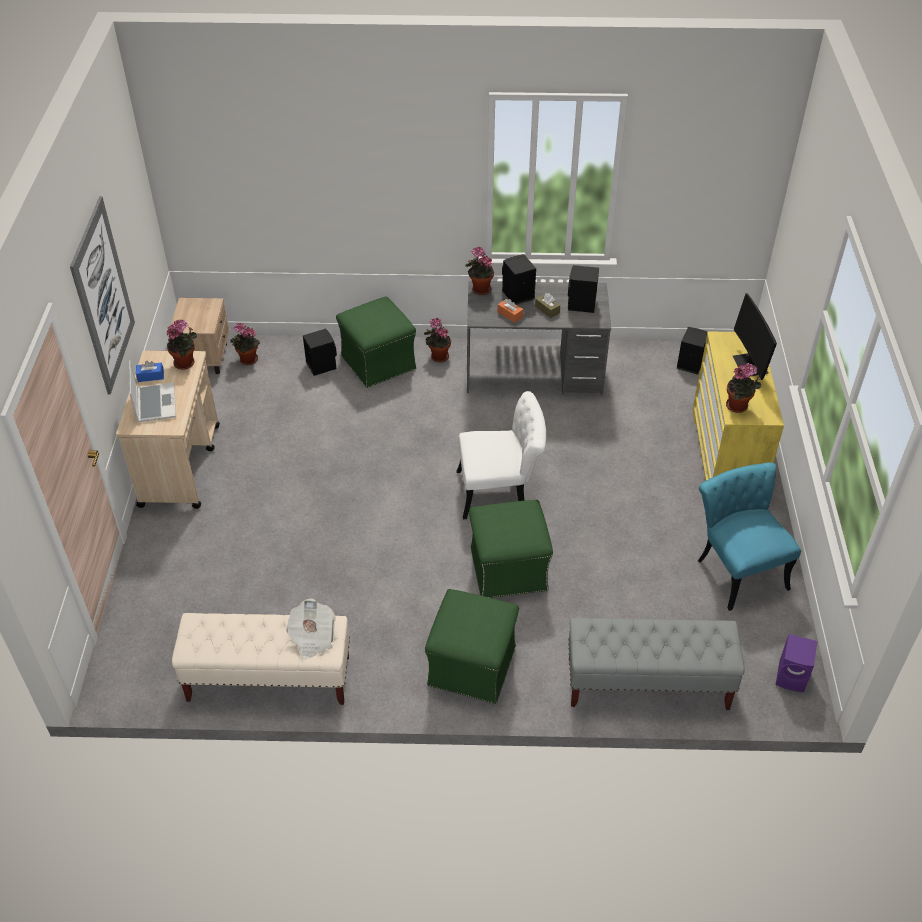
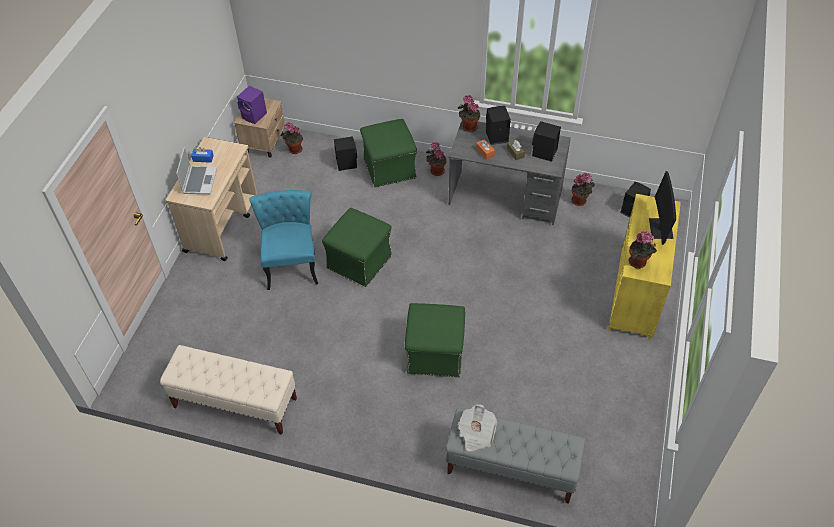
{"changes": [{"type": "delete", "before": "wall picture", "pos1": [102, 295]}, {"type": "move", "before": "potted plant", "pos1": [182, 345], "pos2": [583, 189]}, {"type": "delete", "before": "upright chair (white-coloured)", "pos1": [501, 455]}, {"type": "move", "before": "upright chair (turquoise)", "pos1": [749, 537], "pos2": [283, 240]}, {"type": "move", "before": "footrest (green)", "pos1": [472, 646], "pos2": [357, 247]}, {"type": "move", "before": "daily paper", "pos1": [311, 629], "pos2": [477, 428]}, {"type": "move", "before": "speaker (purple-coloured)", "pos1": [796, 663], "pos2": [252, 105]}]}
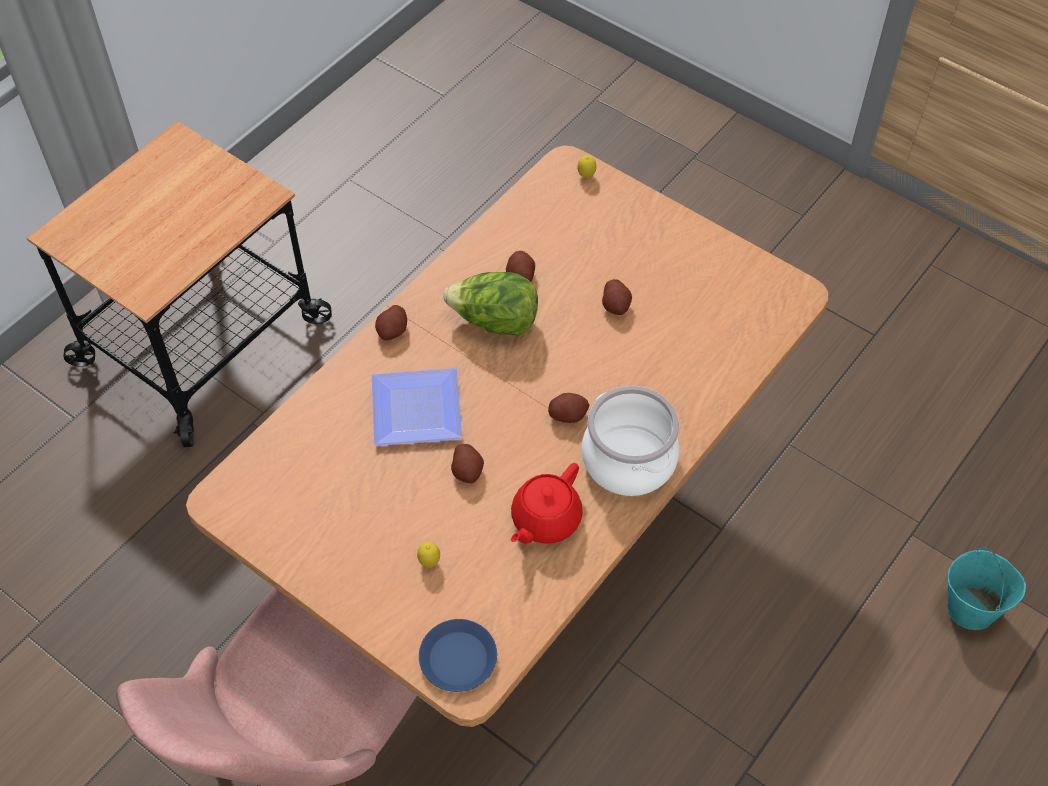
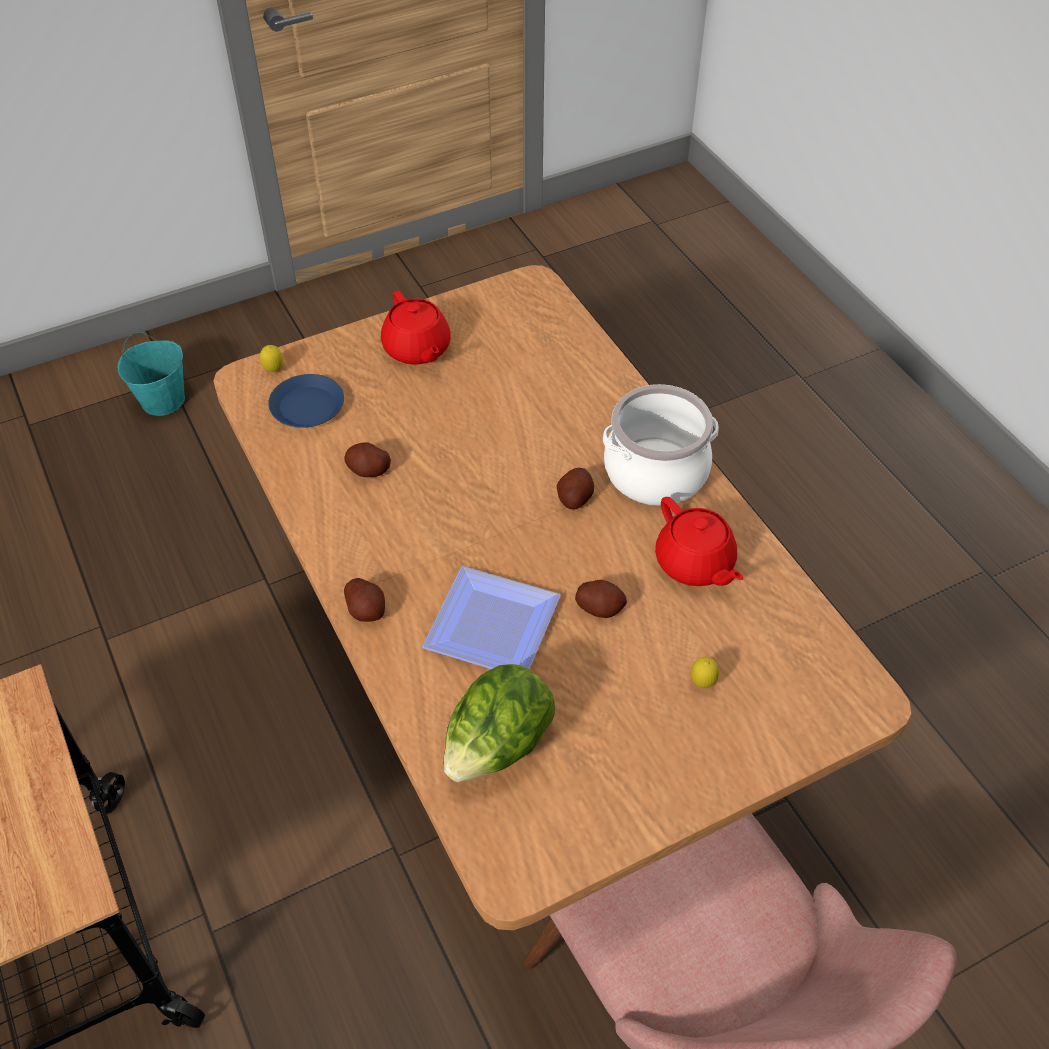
{"changes": [{"type": "move", "before": "lettuce head", "pos1": [490, 303], "pos2": [499, 723]}, {"type": "delete", "before": "spud", "pos1": [617, 297]}, {"type": "move", "before": "water bucket (turquoise)", "pos1": [986, 589], "pos2": [151, 374]}, {"type": "move", "before": "dinner plate (blue-coloured)", "pos1": [458, 655], "pos2": [306, 401]}, {"type": "insert", "after": "teapot (red)", "pos2": [416, 328]}]}
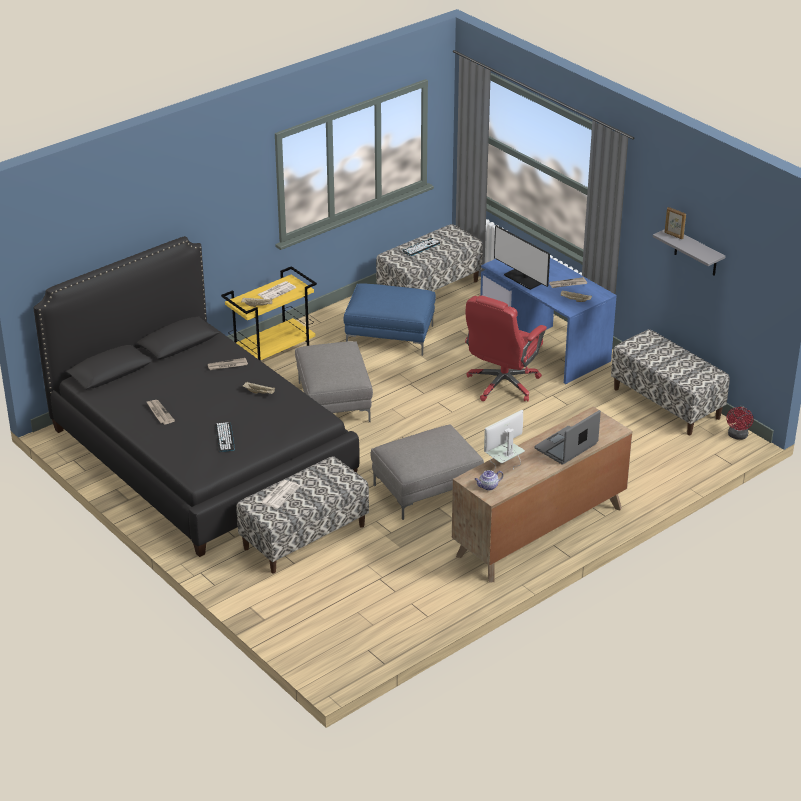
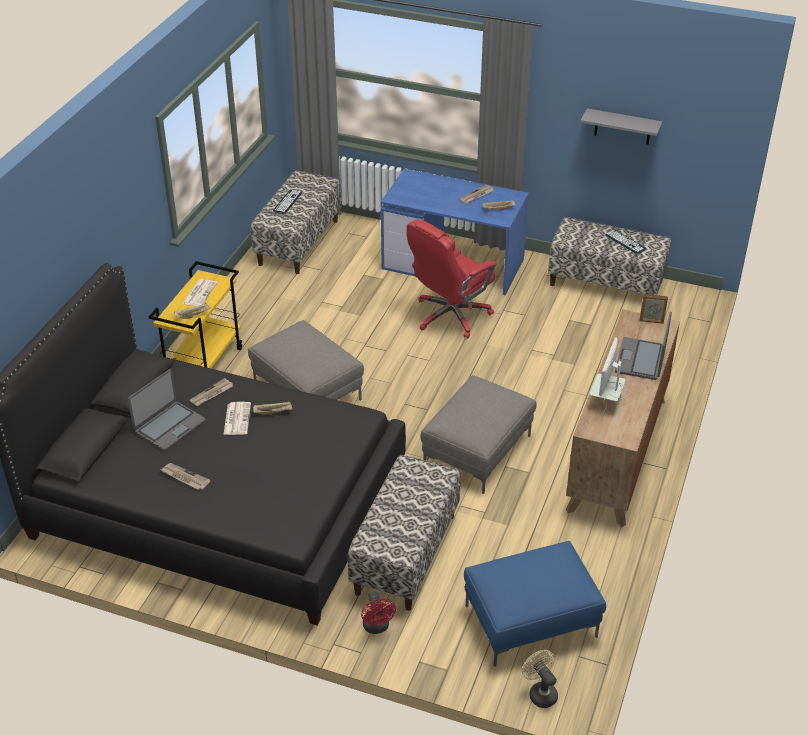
{"changes": [{"type": "move", "before": "photo frame", "pos1": [675, 223], "pos2": [654, 309]}, {"type": "delete", "before": "computer display", "pos1": [522, 257]}, {"type": "move", "before": "footrest (blue-coloured)", "pos1": [389, 319], "pos2": [535, 604]}, {"type": "rotate", "before": "desk chair (red)", "pos1": [506, 348], "pos2": [451, 279], "turn": 45}, {"type": "move", "before": "cooling fan (red)", "pos1": [740, 423], "pos2": [378, 612]}, {"type": "move", "before": "keyboard", "pos1": [225, 437], "pos2": [626, 241]}, {"type": "delete", "before": "teapot", "pos1": [488, 480]}, {"type": "move", "before": "daily paper", "pos1": [280, 494], "pos2": [237, 418]}, {"type": "insert", "after": "portable computer", "pos2": [167, 410]}, {"type": "insert", "after": "cooling fan (beige)", "pos2": [540, 679]}]}
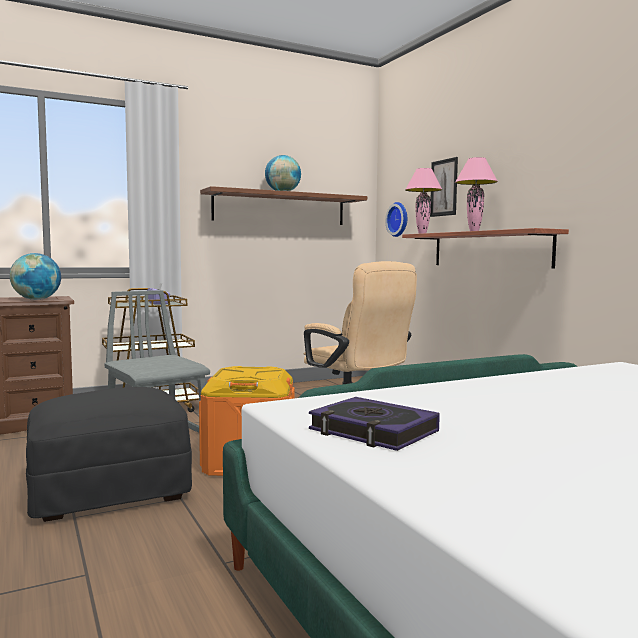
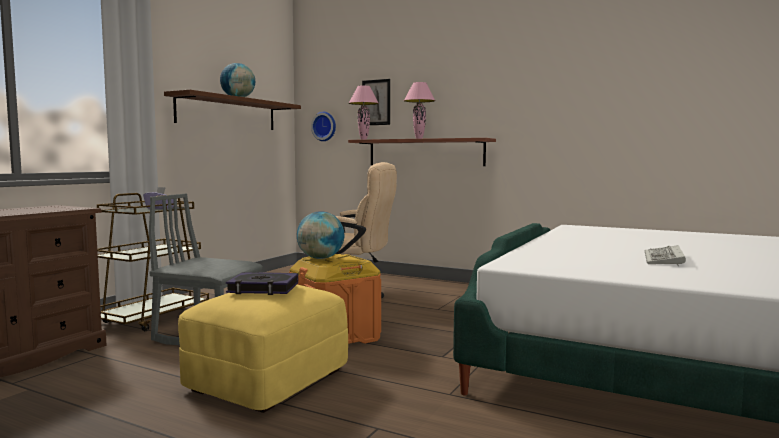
{"changes": [{"type": "move", "before": "globe", "pos1": [35, 276], "pos2": [320, 235]}, {"type": "recolor", "before": "footrest (black)", "after": "footrest (yellow)", "pos1": [109, 454], "pos2": [263, 349]}, {"type": "move", "before": "bound book", "pos1": [374, 424], "pos2": [262, 283]}, {"type": "insert", "after": "keyboard", "pos2": [665, 255]}]}
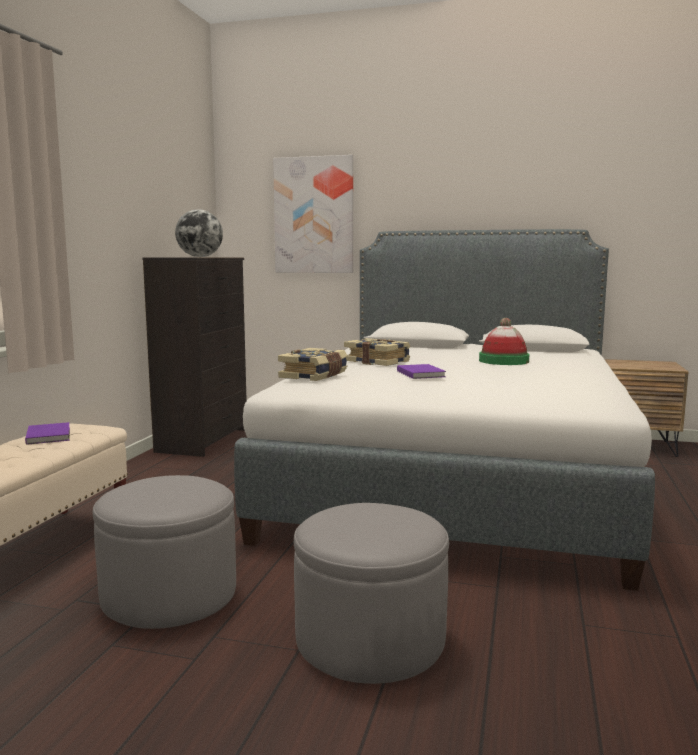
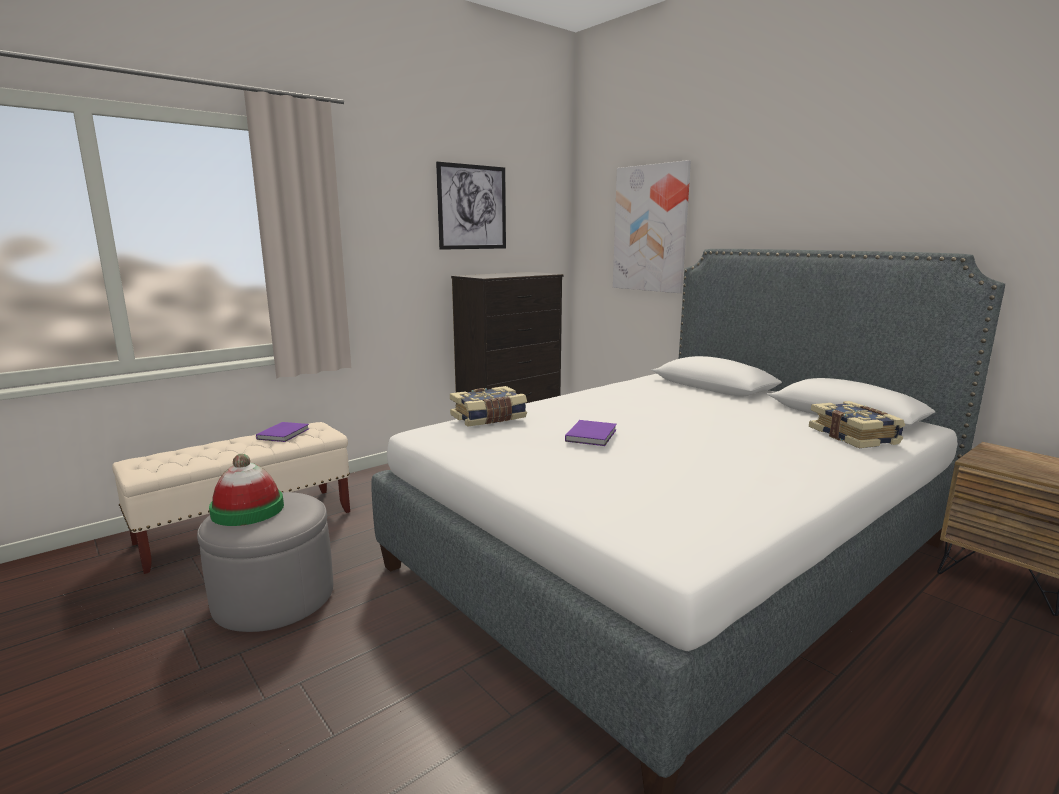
{"changes": [{"type": "delete", "before": "globe", "pos1": [199, 233]}, {"type": "move", "before": "hat", "pos1": [504, 341], "pos2": [246, 490]}, {"type": "move", "before": "bound book", "pos1": [377, 352], "pos2": [857, 424]}, {"type": "delete", "before": "footrest (gray)", "pos1": [371, 593]}, {"type": "insert", "after": "wall picture", "pos2": [471, 205]}]}
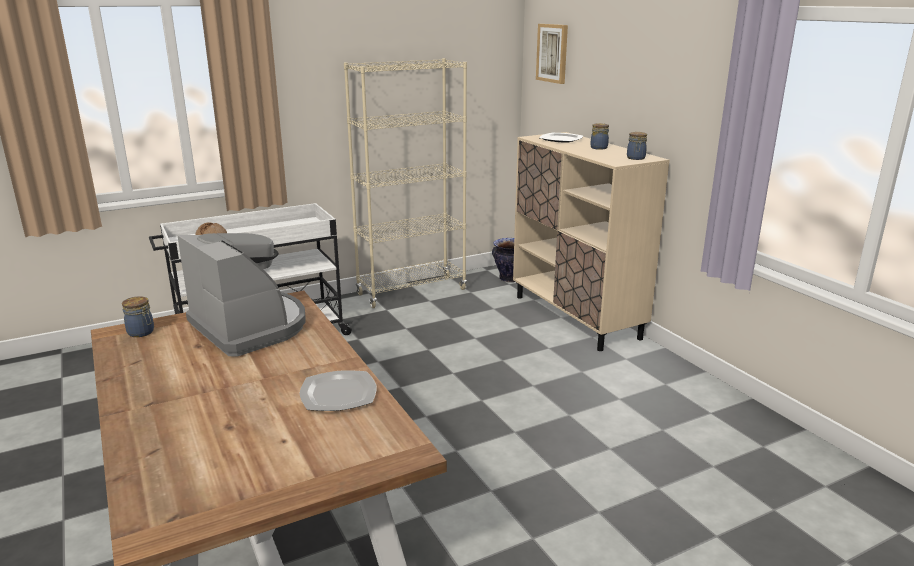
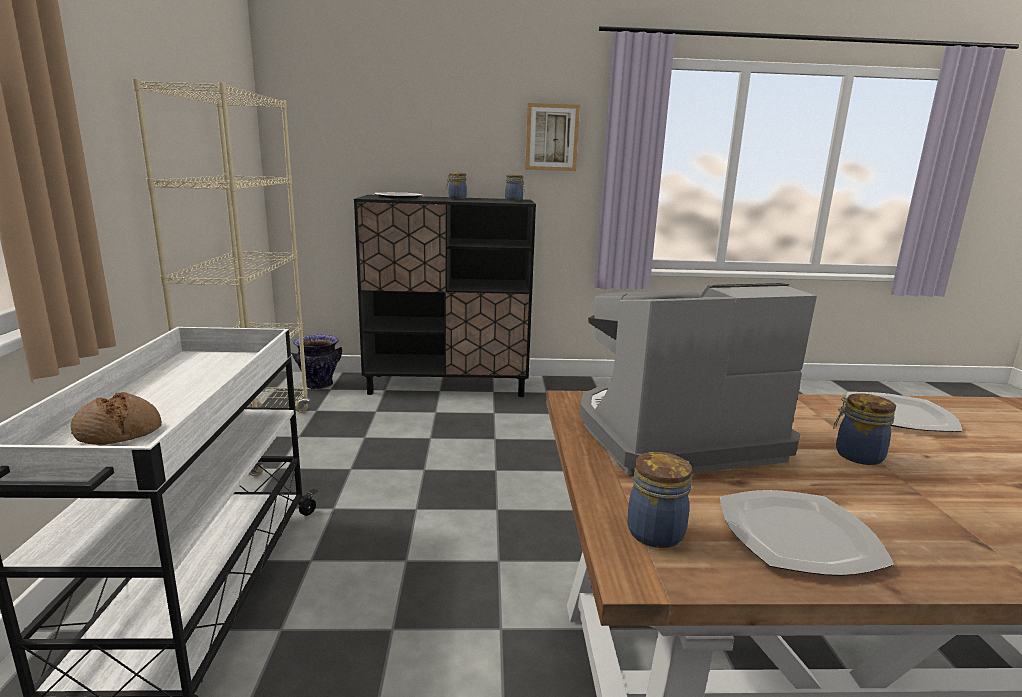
{"changes": [{"type": "move", "before": "wall picture", "pos1": [552, 54], "pos2": [552, 137]}, {"type": "recolor", "before": "storage cabinet (beige)", "after": "storage cabinet (black)", "pos1": [591, 241], "pos2": [445, 296]}, {"type": "insert", "after": "jar", "pos2": [864, 429]}, {"type": "insert", "after": "dinner plate", "pos2": [807, 533]}]}
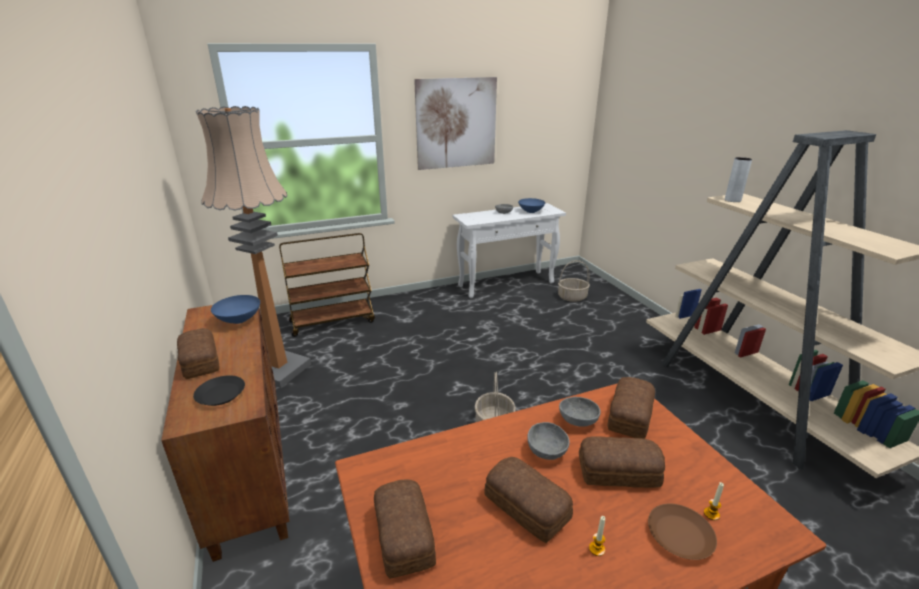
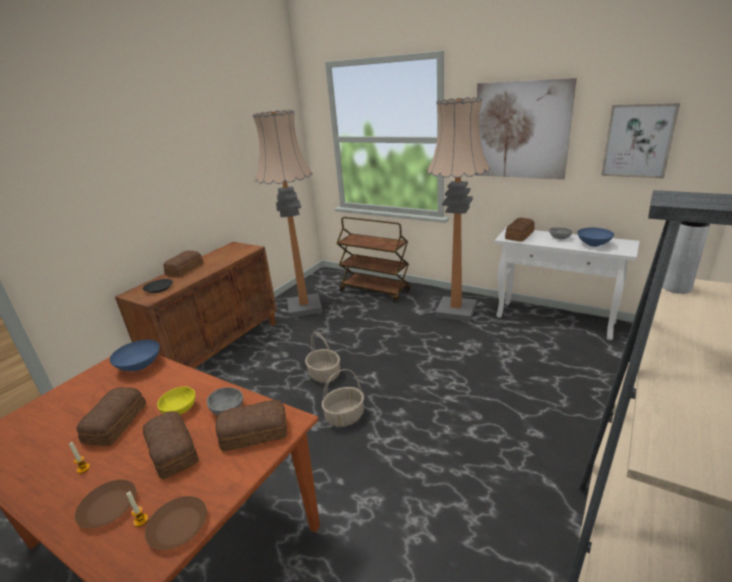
{"changes": [{"type": "move", "before": "basket", "pos1": [574, 281], "pos2": [322, 357]}, {"type": "move", "before": "deep dish (blue-coloured)", "pos1": [235, 309], "pos2": [135, 355]}, {"type": "recolor", "before": "deep dish (gray)", "after": "deep dish (yellow)", "pos1": [548, 441], "pos2": [176, 400]}, {"type": "move", "before": "baked bread", "pos1": [405, 529], "pos2": [520, 230]}, {"type": "insert", "after": "standing lamp", "pos2": [458, 209]}, {"type": "insert", "after": "wall picture", "pos2": [640, 141]}, {"type": "insert", "after": "dinner plate (brownish)", "pos2": [176, 523]}]}
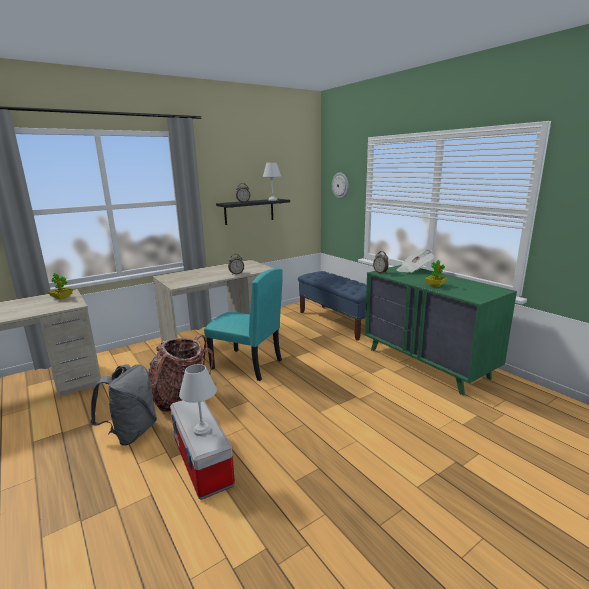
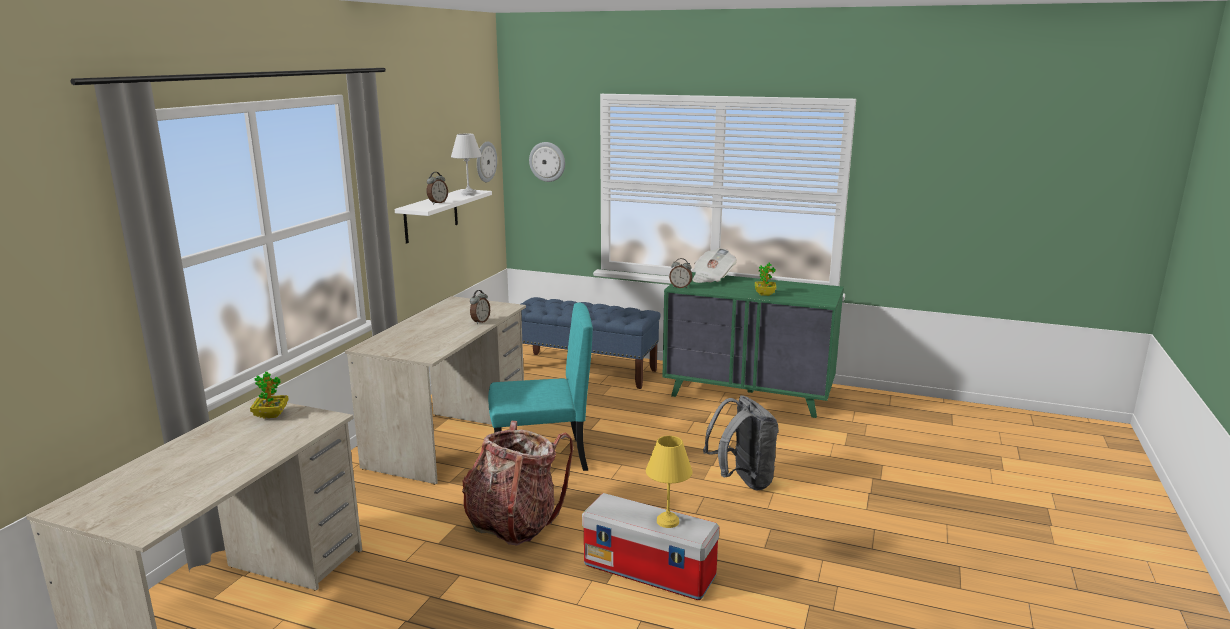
{"changes": [{"type": "recolor", "before": "shelf (black)", "after": "shelf (white-coloured)", "pos1": [253, 212], "pos2": [443, 216]}, {"type": "move", "before": "rucksack (gray)", "pos1": [123, 405], "pos2": [741, 443]}, {"type": "recolor", "before": "table lamp (white-coloured)", "after": "table lamp (yellow)", "pos1": [198, 400], "pos2": [669, 482]}, {"type": "insert", "after": "clock on the wall", "pos2": [487, 161]}]}
